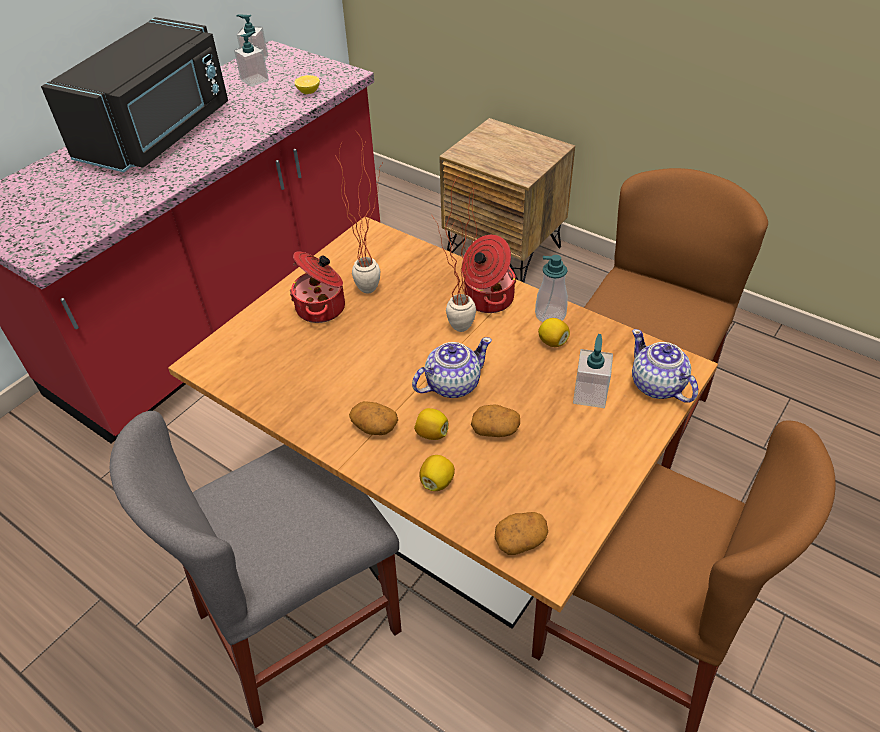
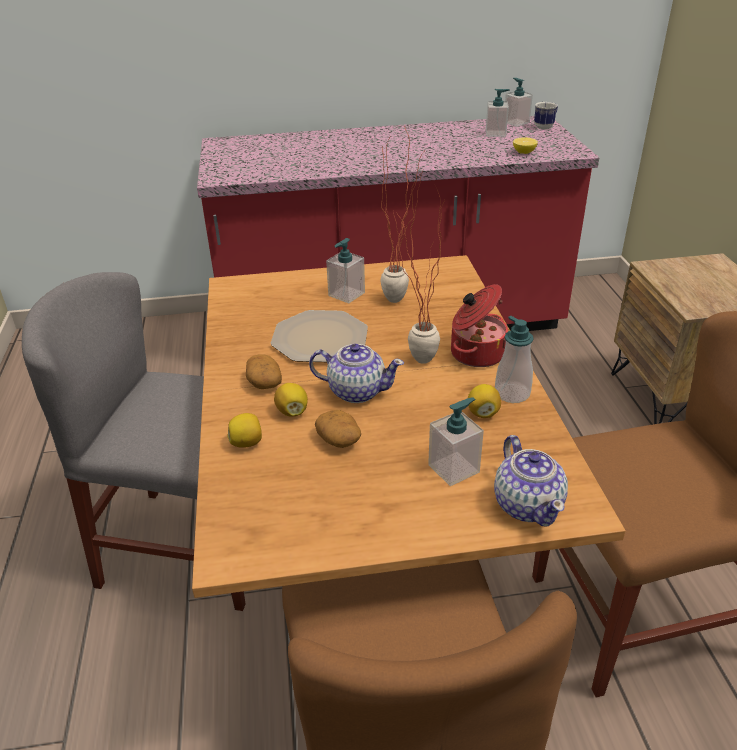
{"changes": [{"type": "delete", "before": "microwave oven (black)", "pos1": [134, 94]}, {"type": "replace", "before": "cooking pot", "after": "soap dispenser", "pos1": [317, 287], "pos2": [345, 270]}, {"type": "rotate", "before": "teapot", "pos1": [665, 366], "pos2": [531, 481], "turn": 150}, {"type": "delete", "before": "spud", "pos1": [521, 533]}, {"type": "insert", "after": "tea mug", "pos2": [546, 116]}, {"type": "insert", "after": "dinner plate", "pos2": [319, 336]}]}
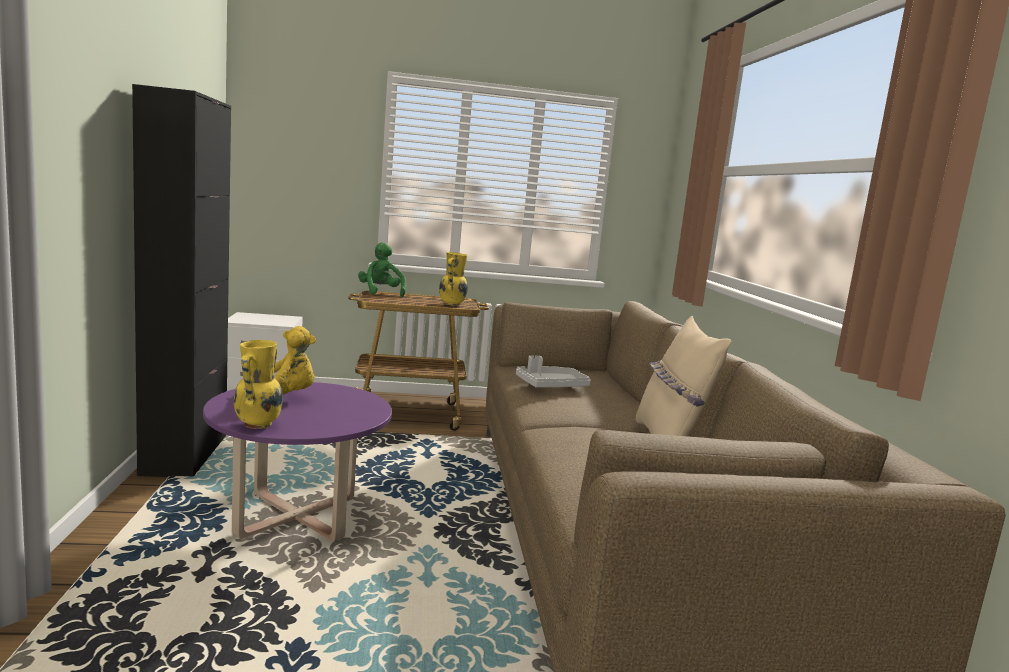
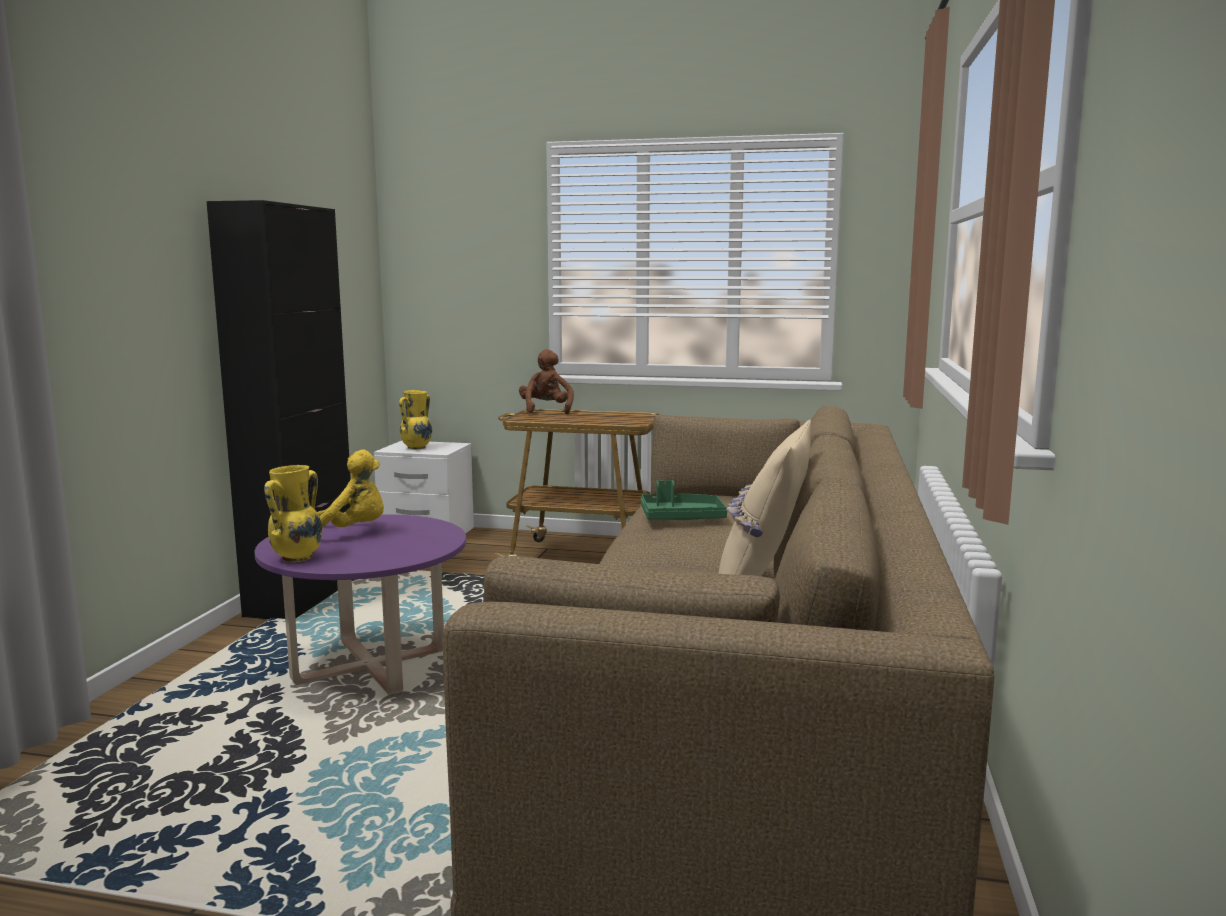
{"changes": [{"type": "recolor", "before": "soft toy (green)", "after": "soft toy (brownish)", "pos1": [382, 269], "pos2": [546, 381]}, {"type": "move", "before": "vase (yellow)", "pos1": [453, 279], "pos2": [415, 420]}, {"type": "recolor", "before": "carrying tray (gray)", "after": "carrying tray (green)", "pos1": [553, 372], "pos2": [684, 500]}]}
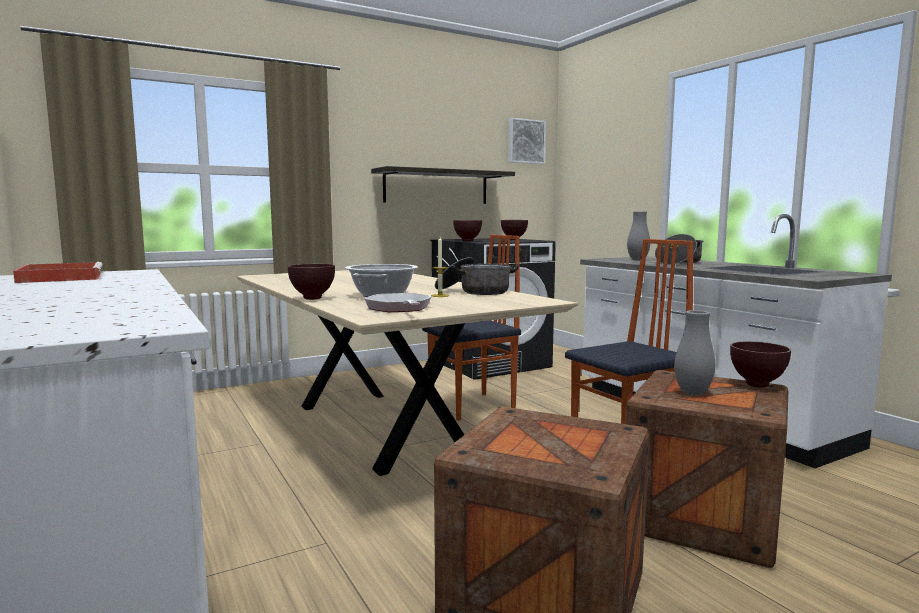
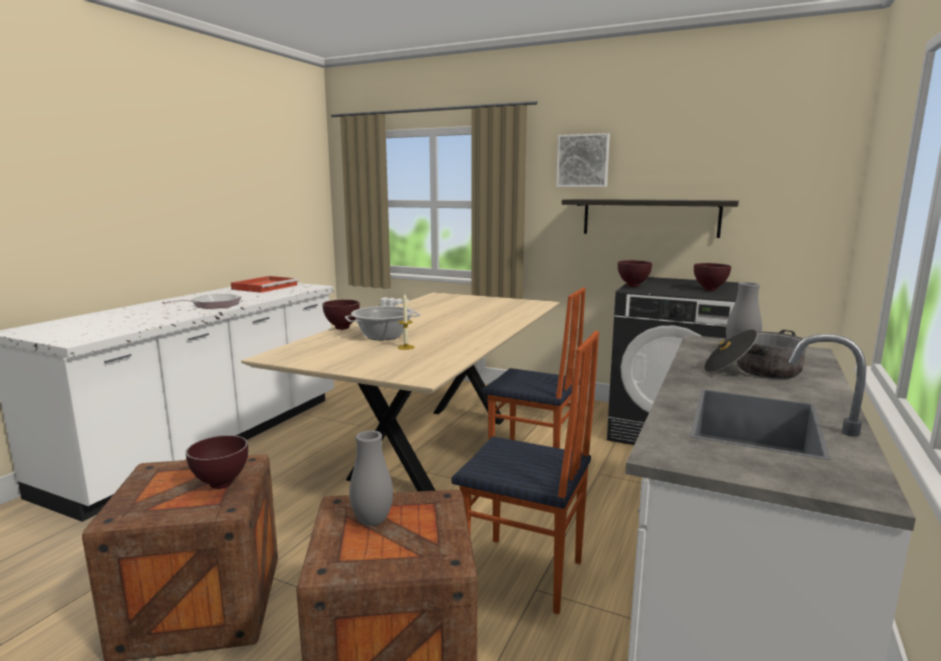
{"changes": [{"type": "move", "before": "wall picture", "pos1": [527, 141], "pos2": [583, 160]}, {"type": "delete", "before": "cooking pot", "pos1": [477, 276]}, {"type": "move", "before": "frying pan", "pos1": [398, 302], "pos2": [202, 301]}, {"type": "move", "before": "deep dish (brownish)", "pos1": [760, 364], "pos2": [217, 462]}]}
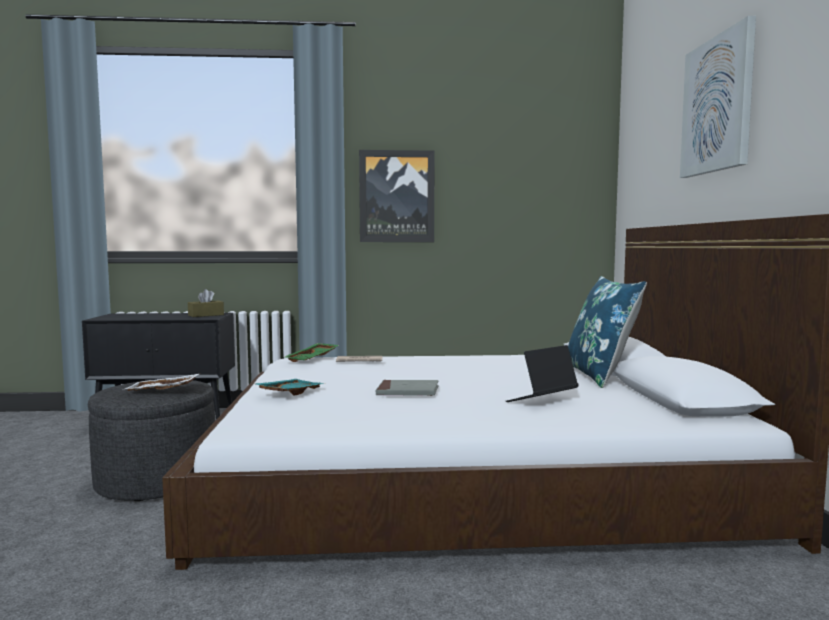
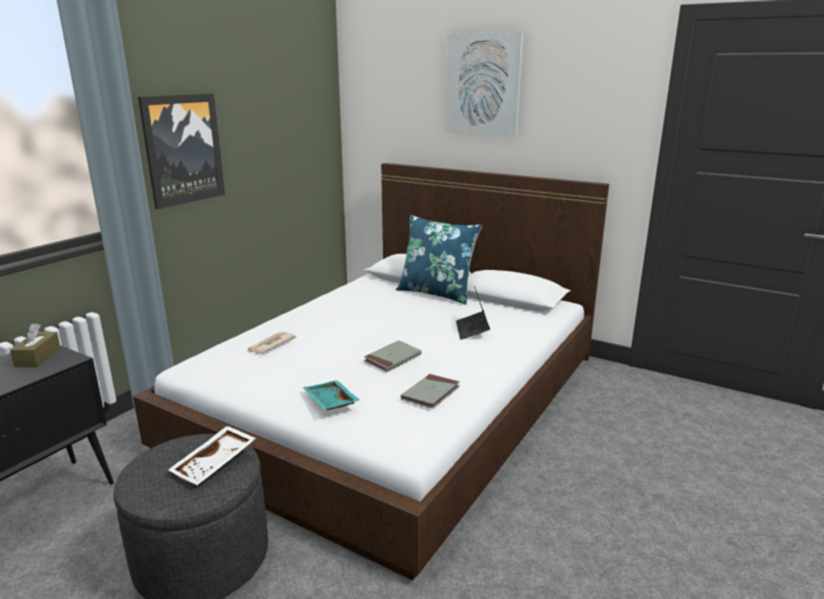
{"changes": [{"type": "delete", "before": "carrying tray (green)", "pos1": [312, 352]}, {"type": "insert", "after": "bound book (gray)", "pos2": [430, 391]}]}
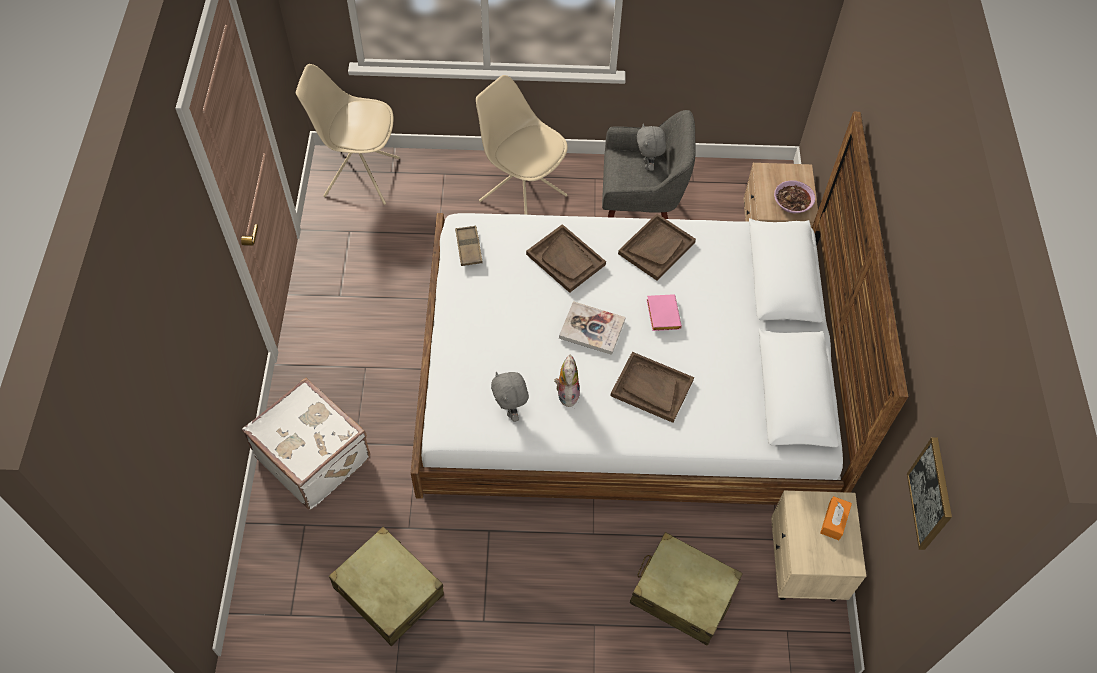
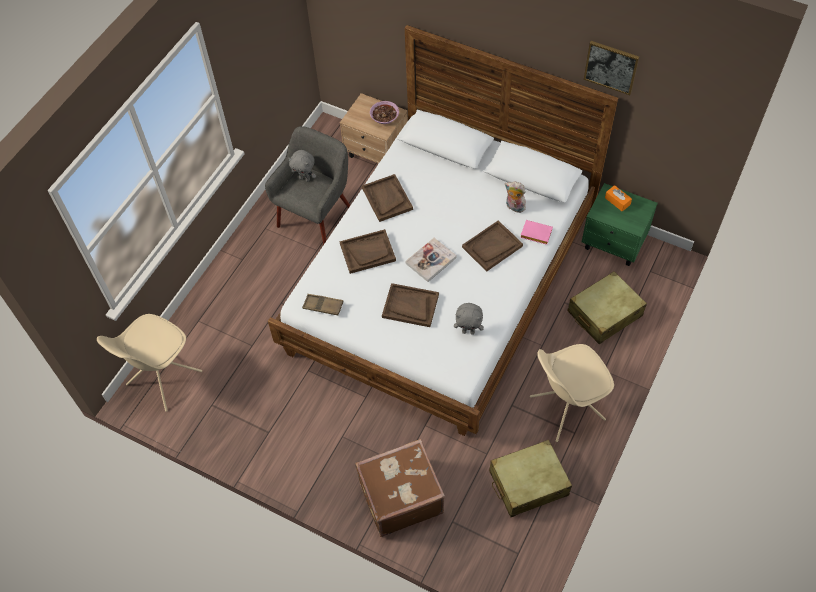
{"changes": [{"type": "move", "before": "upright chair (beige)", "pos1": [522, 145], "pos2": [572, 393]}, {"type": "move", "before": "bound book (pink-coloured)", "pos1": [664, 312], "pos2": [536, 232]}, {"type": "move", "before": "soft toy", "pos1": [567, 381], "pos2": [515, 197]}, {"type": "recolor", "before": "travel case (white-coloured)", "after": "travel case (brownish)", "pos1": [306, 444], "pos2": [400, 488]}, {"type": "move", "before": "wall picture", "pos1": [929, 493], "pos2": [611, 68]}, {"type": "recolor", "before": "nightstand (beige)", "after": "nightstand (green)", "pos1": [818, 546], "pos2": [620, 224]}, {"type": "insert", "after": "carrying tray (brownish)", "pos2": [410, 305]}]}
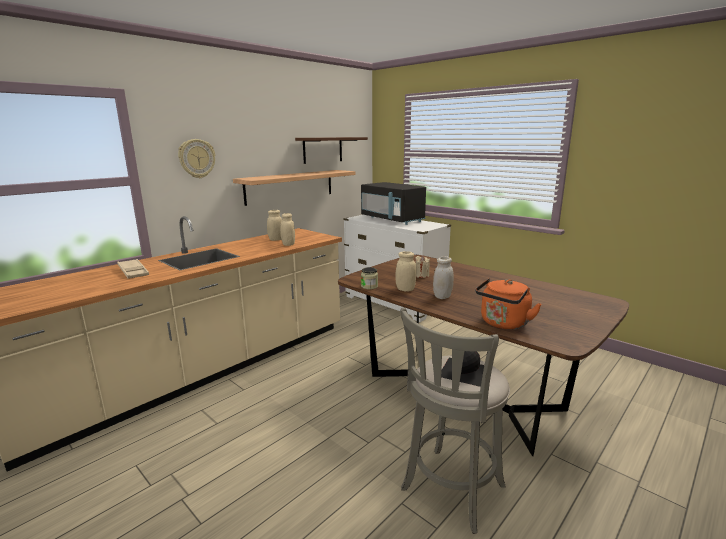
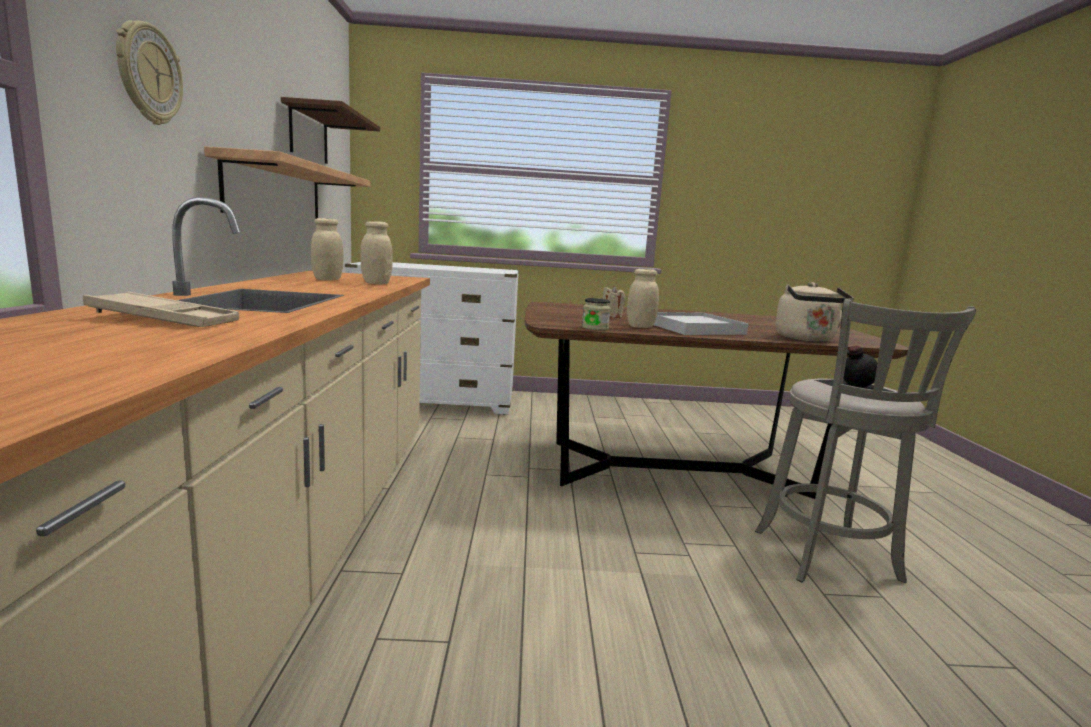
{"changes": [{"type": "delete", "before": "microwave oven (black)", "pos1": [393, 203]}, {"type": "replace", "before": "jar (white-coloured)", "after": "carrying tray (white-coloured)", "pos1": [443, 277], "pos2": [701, 323]}, {"type": "recolor", "before": "tea kettle (orange)", "after": "tea kettle (beige)", "pos1": [508, 303], "pos2": [814, 312]}]}
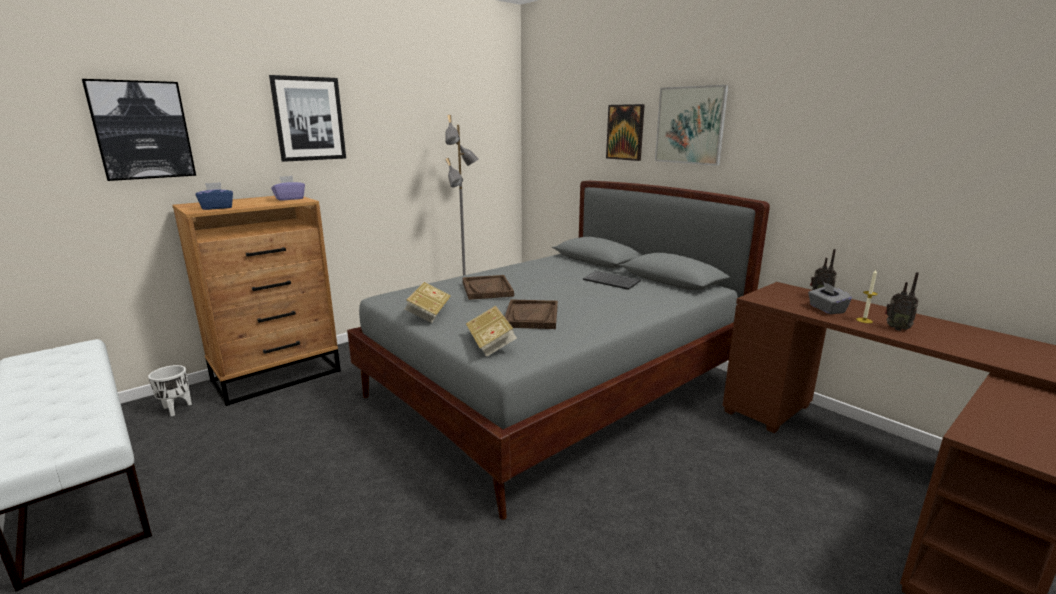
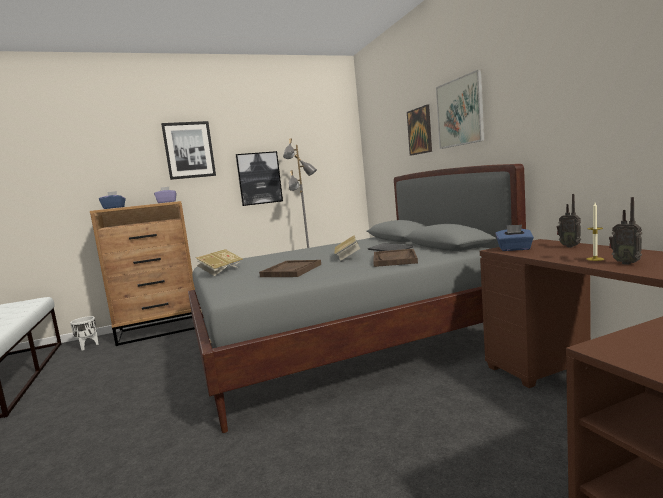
{"changes": [{"type": "move", "before": "wall picture", "pos1": [139, 130], "pos2": [259, 178]}, {"type": "move", "before": "carrying tray (brownish)", "pos1": [488, 287], "pos2": [395, 258]}, {"type": "delete", "before": "tissue box (gray)", "pos1": [830, 298]}, {"type": "move", "before": "bound book", "pos1": [491, 331], "pos2": [347, 248]}, {"type": "insert", "after": "tissue box (blue-coloured)", "pos2": [515, 237]}]}
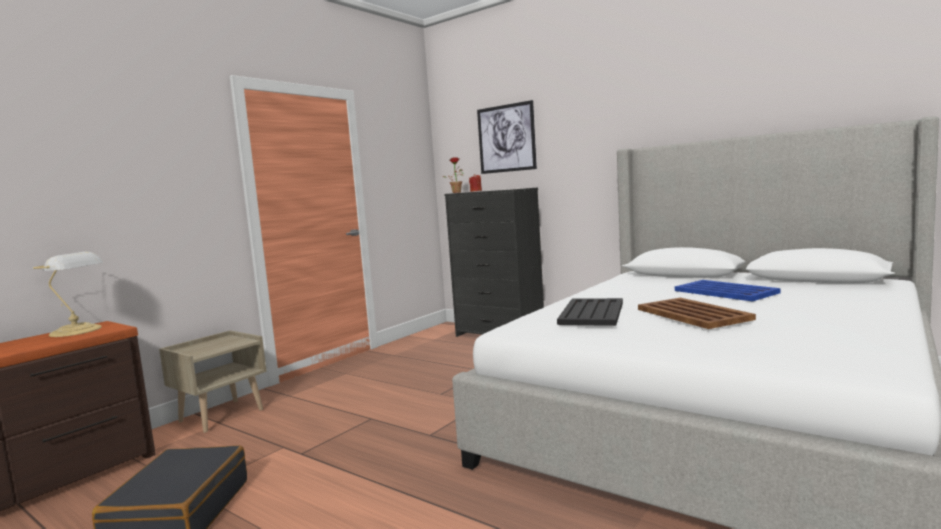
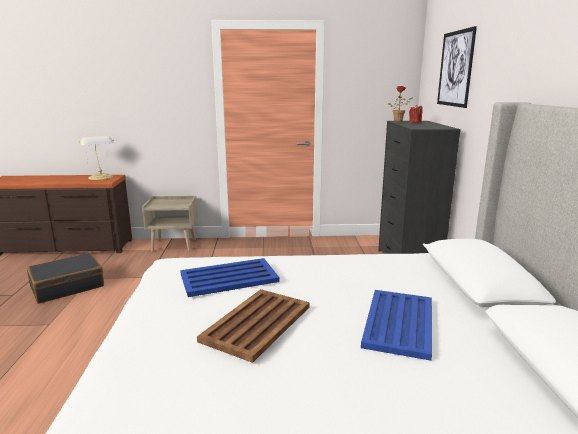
{"changes": [{"type": "recolor", "before": "carrying tray (black)", "after": "carrying tray (blue-coloured)", "pos1": [590, 312], "pos2": [230, 277]}]}
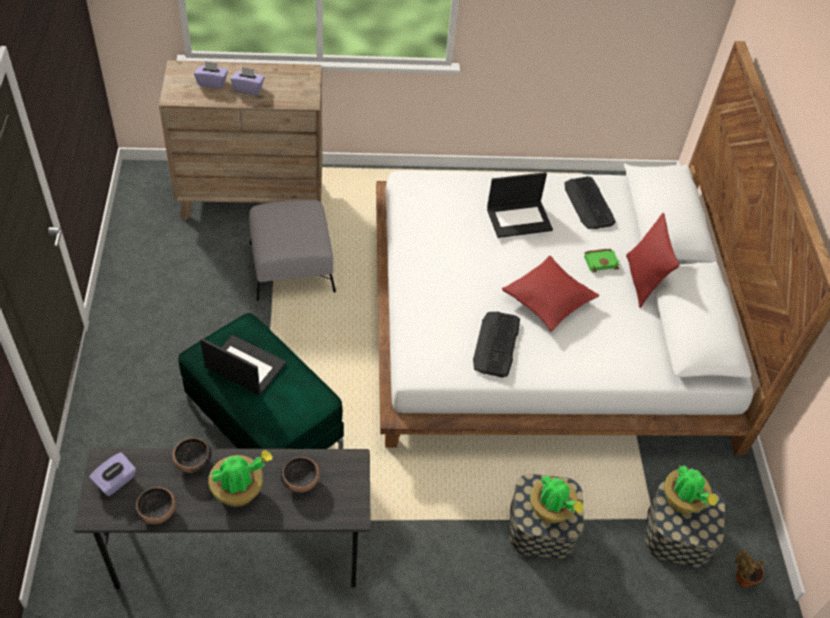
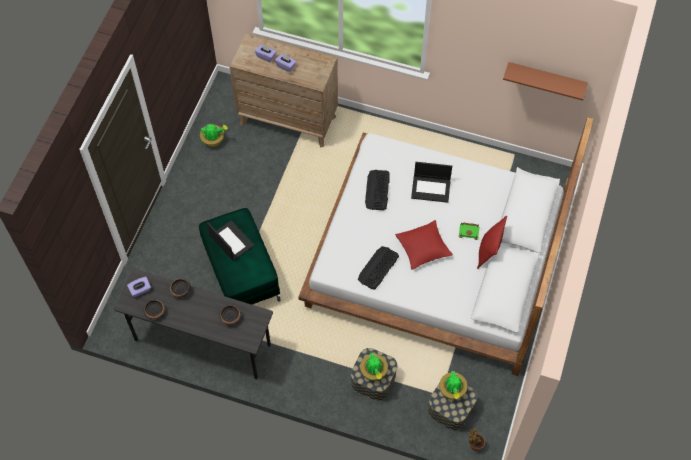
{"changes": [{"type": "move", "before": "keyboard", "pos1": [590, 202], "pos2": [377, 190]}, {"type": "delete", "before": "footrest (gray)", "pos1": [292, 250]}, {"type": "move", "before": "potted plant", "pos1": [241, 478], "pos2": [214, 135]}, {"type": "insert", "after": "shelf (brownish)", "pos2": [545, 81]}]}
